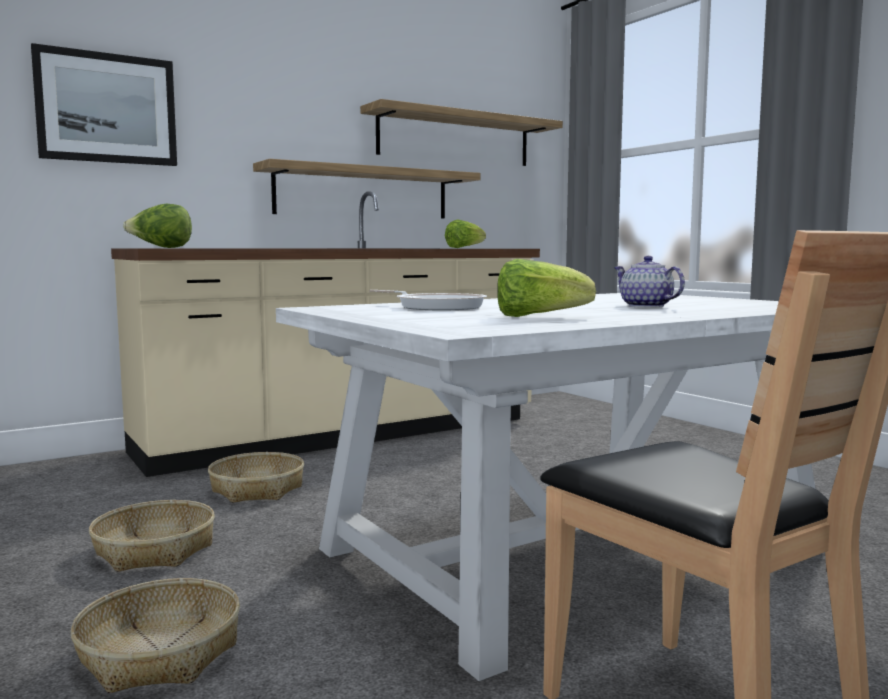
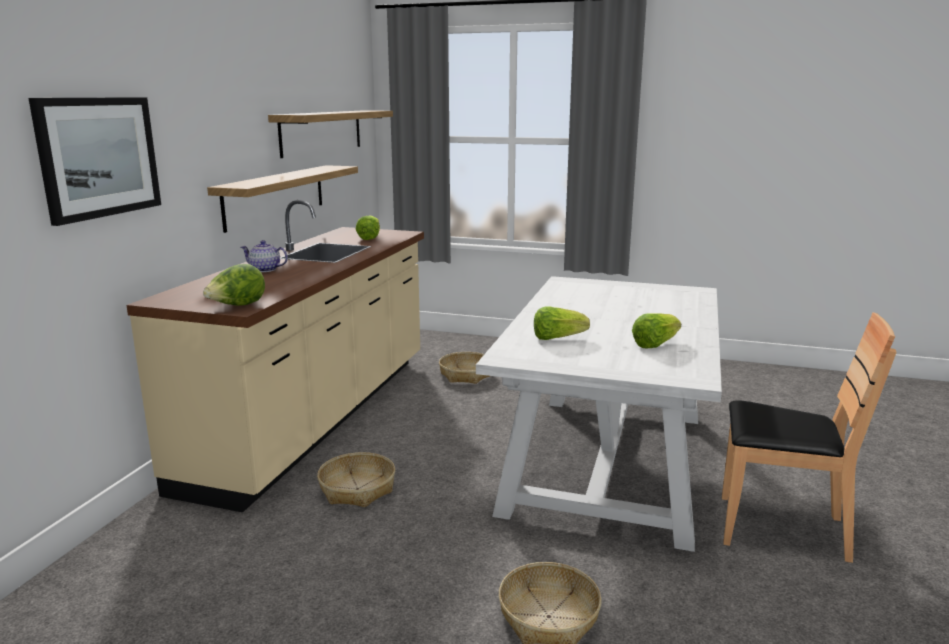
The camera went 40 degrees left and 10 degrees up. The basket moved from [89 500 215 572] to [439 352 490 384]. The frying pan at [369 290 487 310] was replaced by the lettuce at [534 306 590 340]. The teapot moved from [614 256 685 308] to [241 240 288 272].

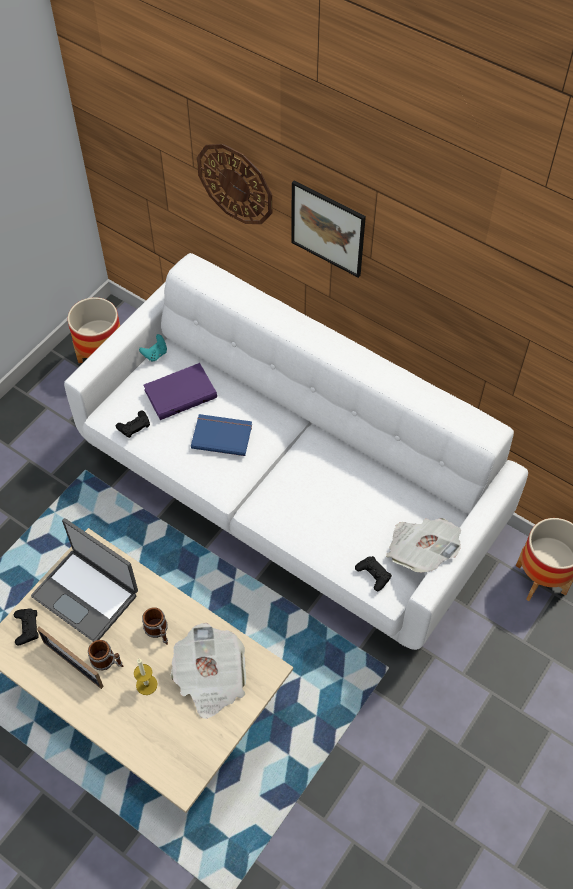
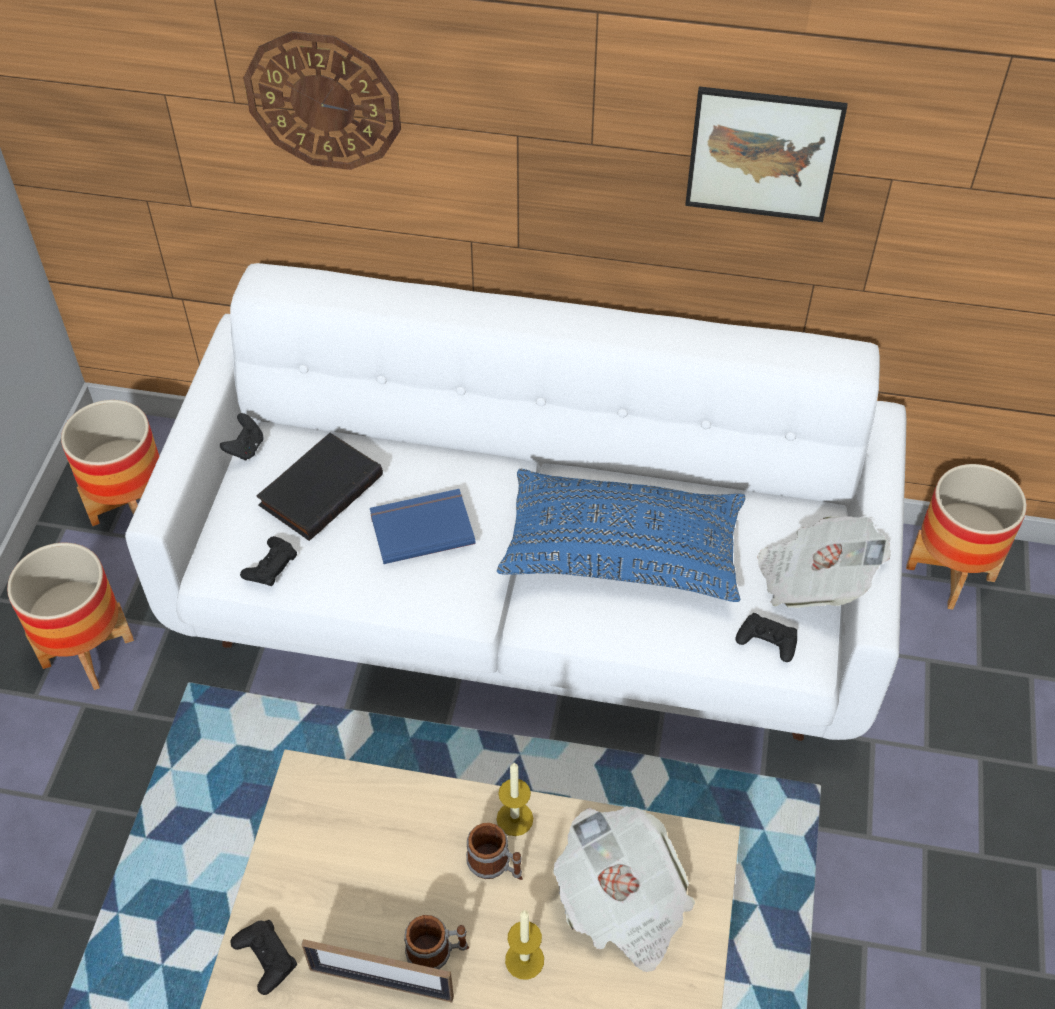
The camera went 25 degrees left and 5 degrees down. The laptop at [31 518 138 642] disappeared. The game controller in turquoise at [139 334 167 361] became the game controller in black at [220 413 264 461]. The book in purple at [143 363 217 420] became the book in black at [256 433 383 541]. The picture moved from [291 180 366 278] to [685 86 848 222]. The planter at [7 543 134 690] appeared. The pillow in blue at [497 469 746 602] appeared. The candle at [497 763 533 836] appeared.

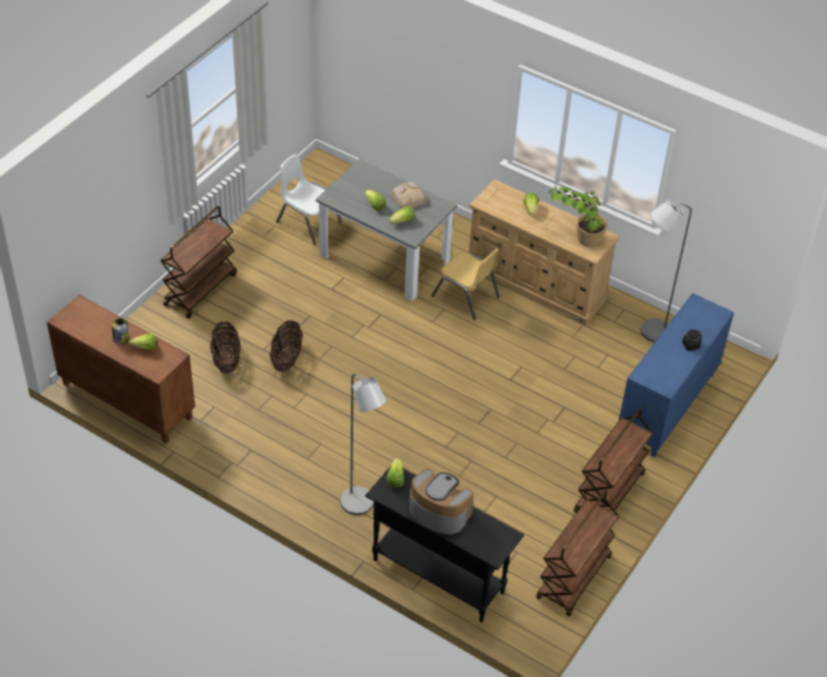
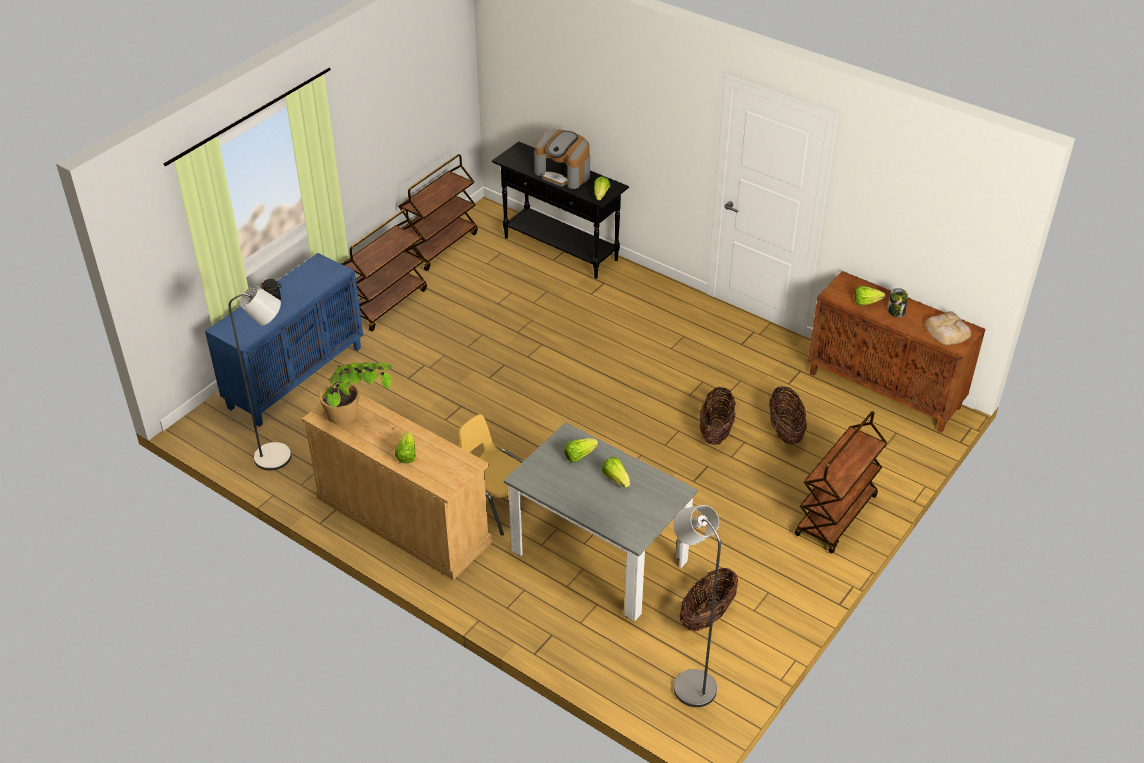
The camera went 175 degrees left and 5 degrees down. The chair in white at [276 154 342 245] was replaced by the basket at [679 568 738 631]. The floor lamp in grey moved from [340 374 386 515] to [673 505 721 707]. The bread moved from [391 182 427 209] to [925 311 971 345].

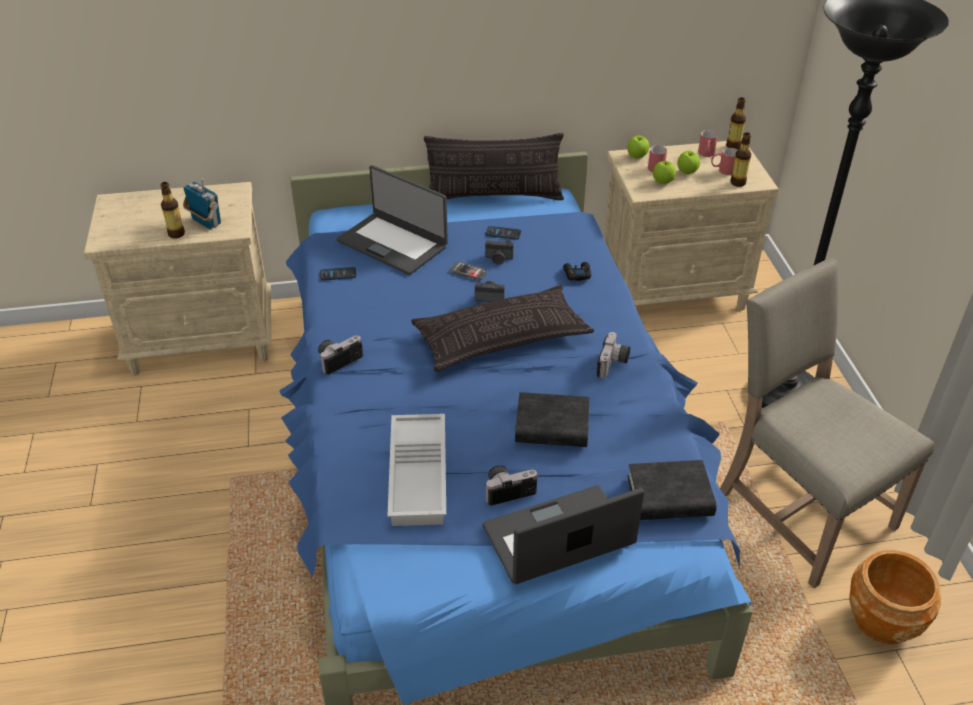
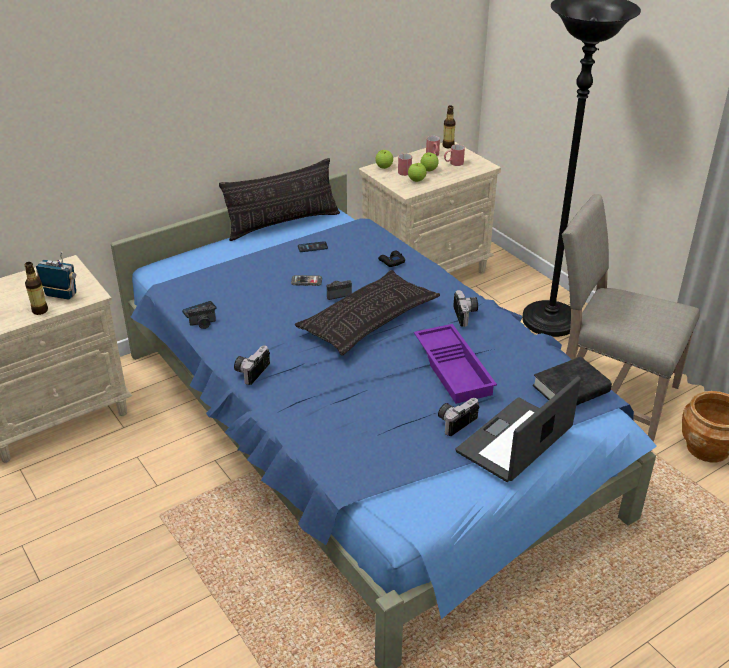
The camera went 25 degrees left and 5 degrees down. The laptop at [337 165 448 275] disappeared. The tray in white at [387 414 446 526] disappeared. The photo camera moved from [485 240 514 264] to [188 305 216 329]. The book in black at [515 392 589 447] was replaced by the tray in purple at [414 324 497 404]. The bottle at [731 132 751 187] disappeared.

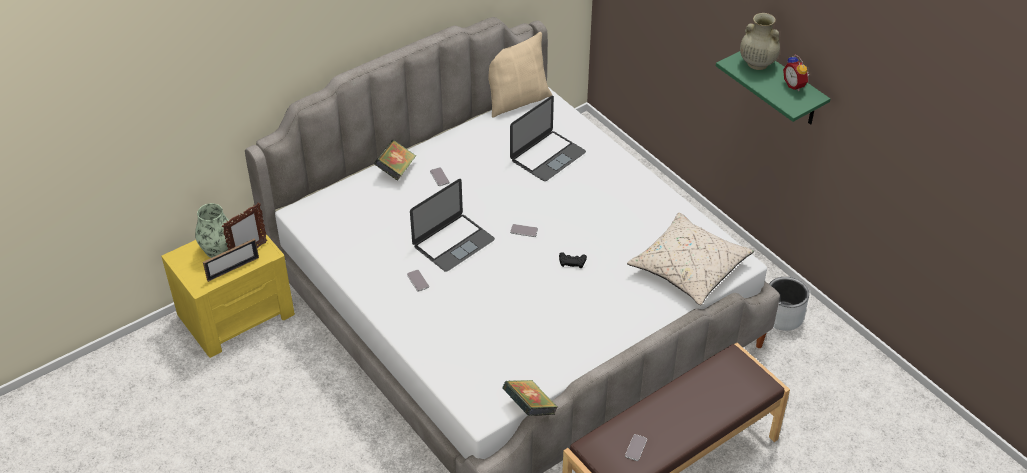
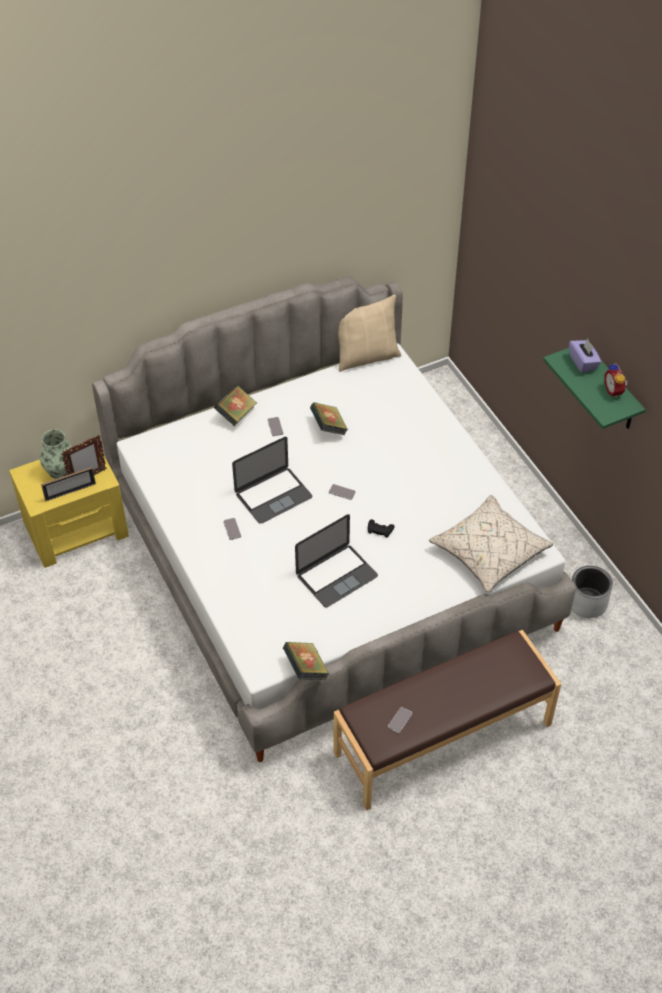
The camera went 10 degrees right and 5 degrees up. The laptop moved from [510 96 586 181] to [295 514 378 607]. The vase in beige at [740 13 780 70] was replaced by the tissue box in purple at [569 339 601 373]. The book at [310 402 348 435] appeared.

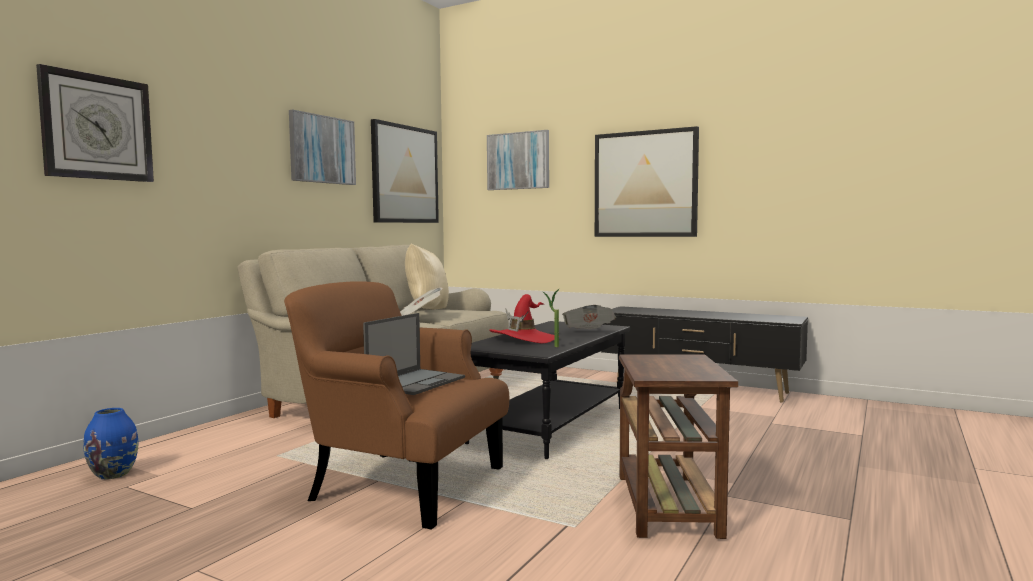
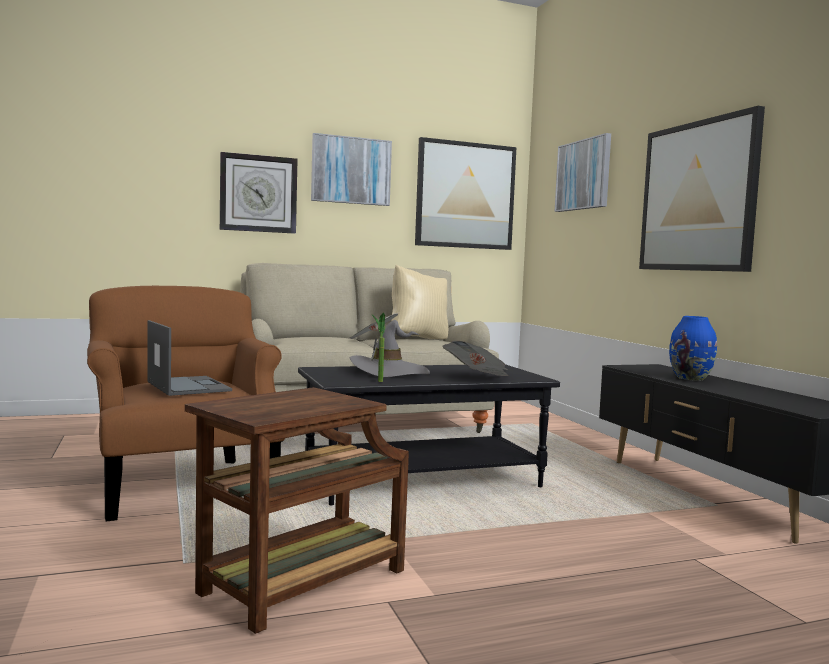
The camera went 40 degrees right and 0 degrees up. The wall clock moved from [36 64 154 182] to [220 152 297 234]. The vase in blue moved from [83 408 138 479] to [669 316 717 381]. The laptop at [363 313 465 395] turned 105 degrees counterclockwise. The hat in red at [490 294 555 343] became the hat in grey at [350 320 430 377].

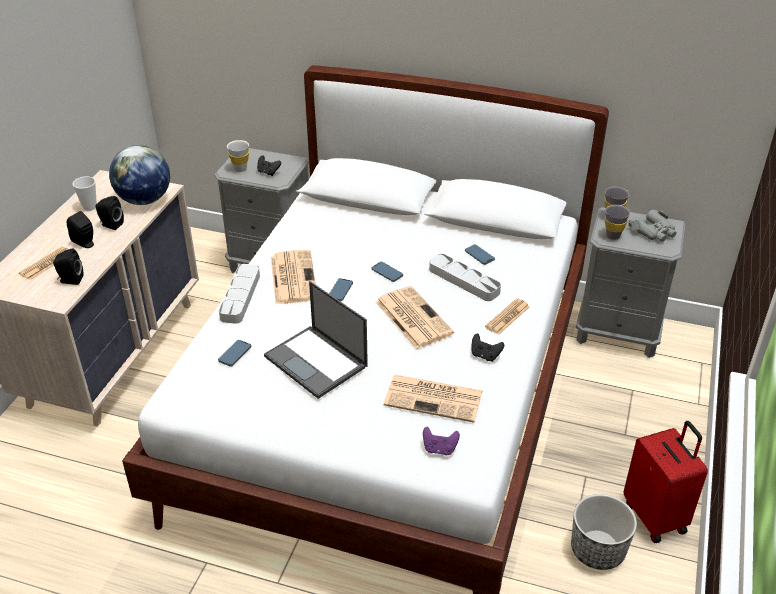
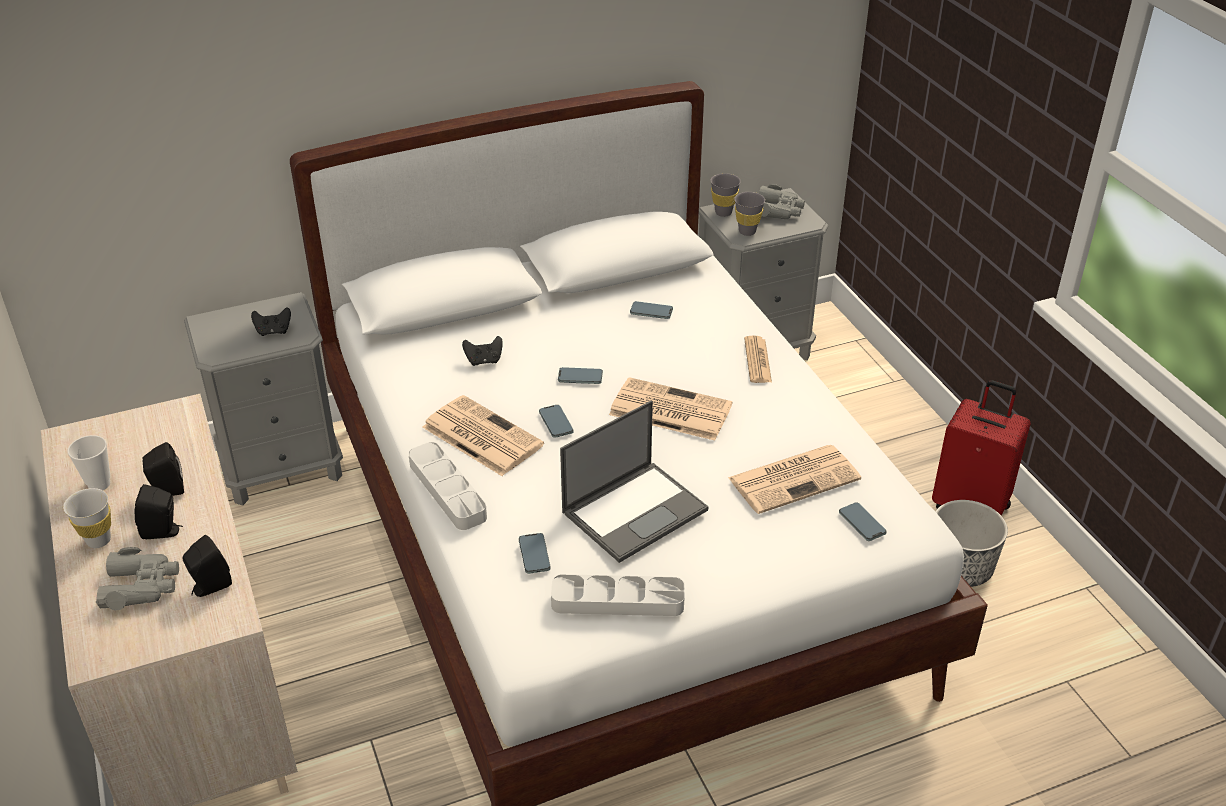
The camera went 40 degrees left and 0 degrees up. The newspaper at [19 247 68 280] was replaced by the binoculars in grey at [96 547 179 611]. The globe at [109 145 170 205] disappeared. The cup in white moved from [227 140 249 172] to [63 488 111 548]. The laptop at [264 281 368 399] turned 45 degrees counterclockwise. The game controller in purple at [423 427 460 455] was replaced by the phone at [839 502 887 541]. The tray in grey moved from [429 254 501 301] to [551 574 685 616]. The game controller in black moved from [471 333 504 362] to [462 336 503 366].

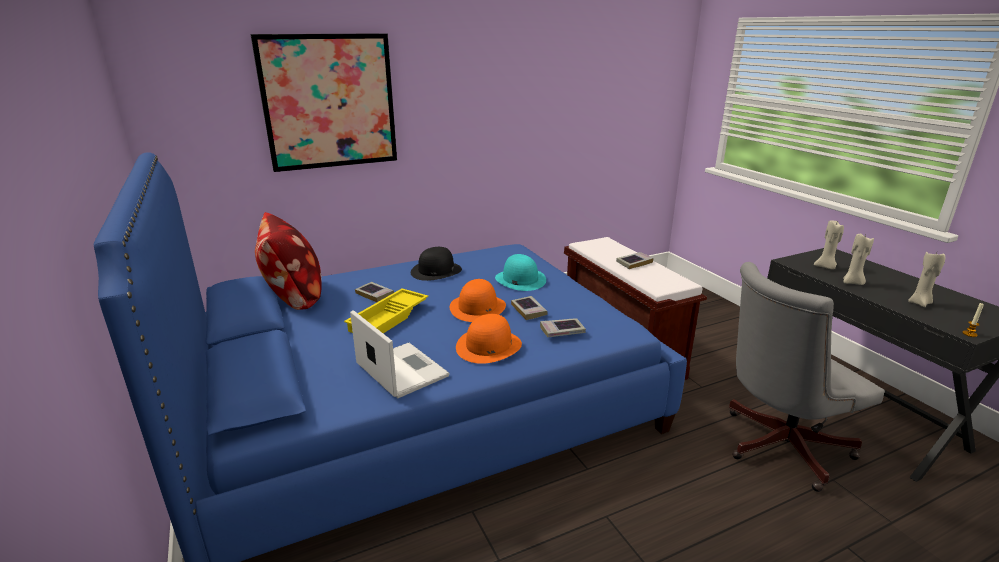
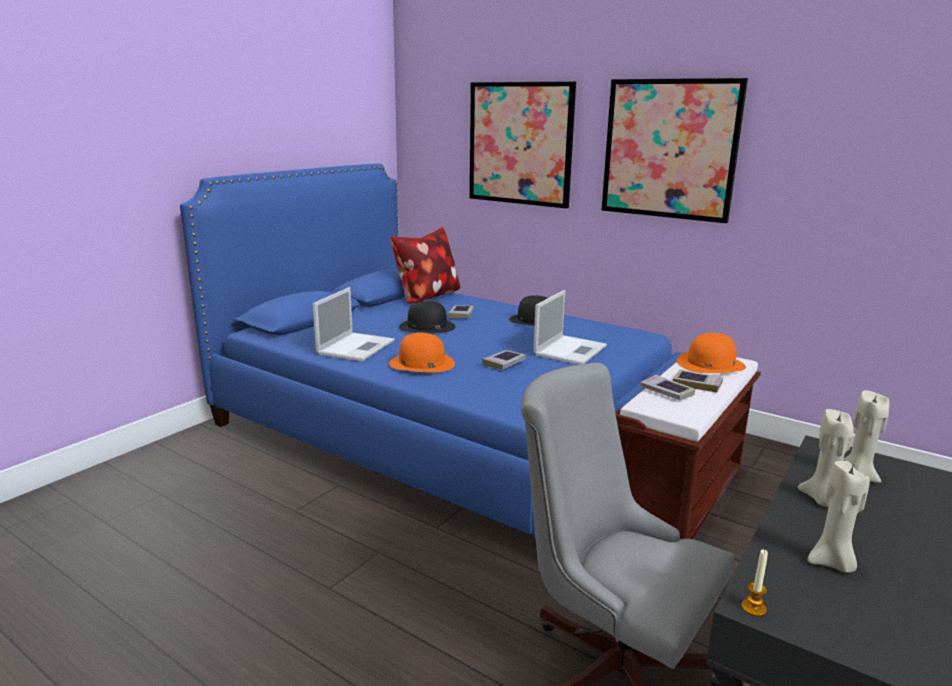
The camera went 60 degrees right and 5 degrees down. The tray in yellow at [344 288 428 333] was replaced by the hat in black at [399 301 456 333]. The hat in orange moved from [450 279 506 322] to [677 333 746 373]. The hat in turquoise at [495 254 546 291] was replaced by the laptop at [533 290 607 365]. The book moved from [540 318 586 337] to [640 375 695 400]. The picture at [602 78 748 223] appeared.

